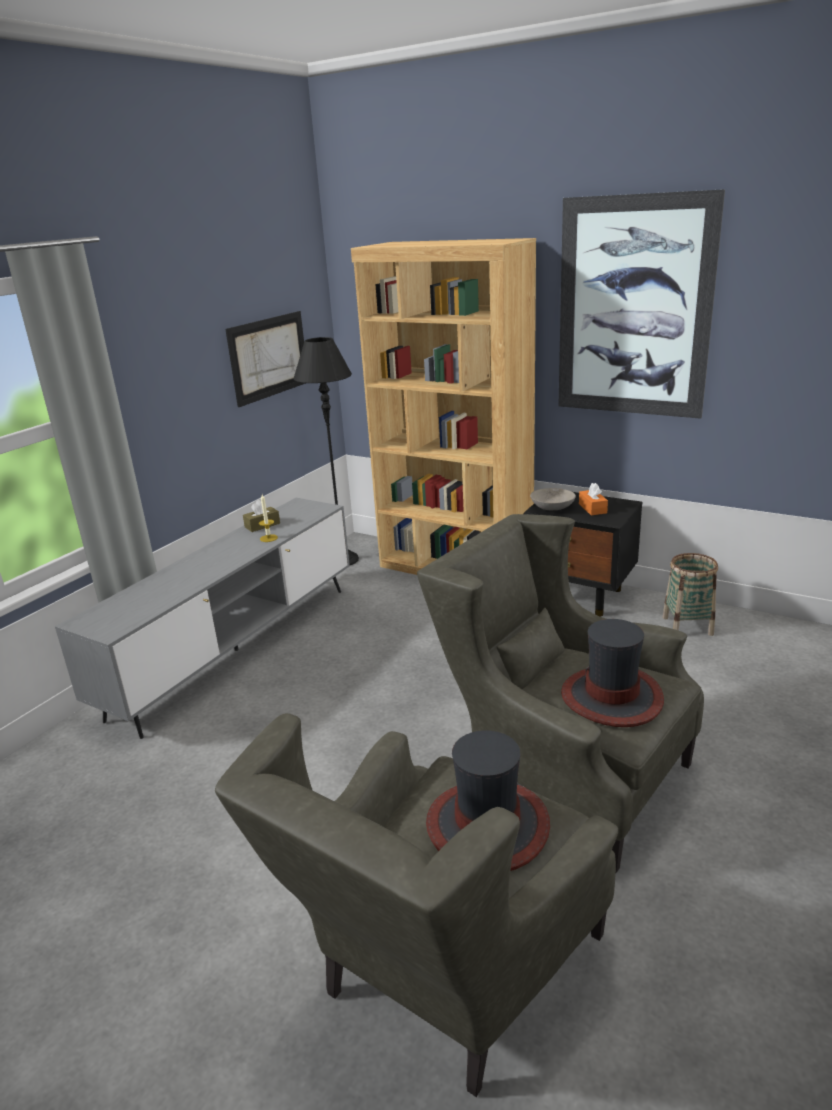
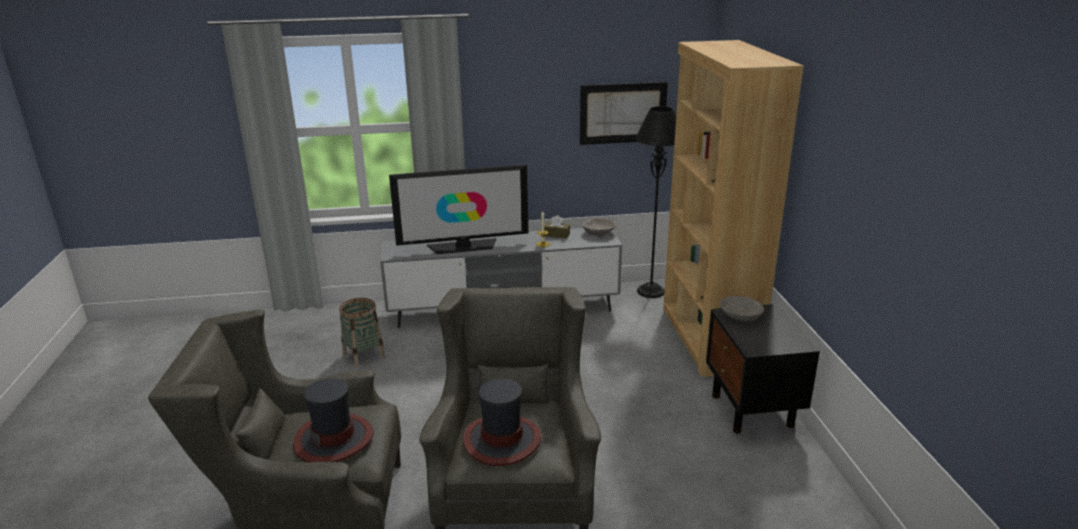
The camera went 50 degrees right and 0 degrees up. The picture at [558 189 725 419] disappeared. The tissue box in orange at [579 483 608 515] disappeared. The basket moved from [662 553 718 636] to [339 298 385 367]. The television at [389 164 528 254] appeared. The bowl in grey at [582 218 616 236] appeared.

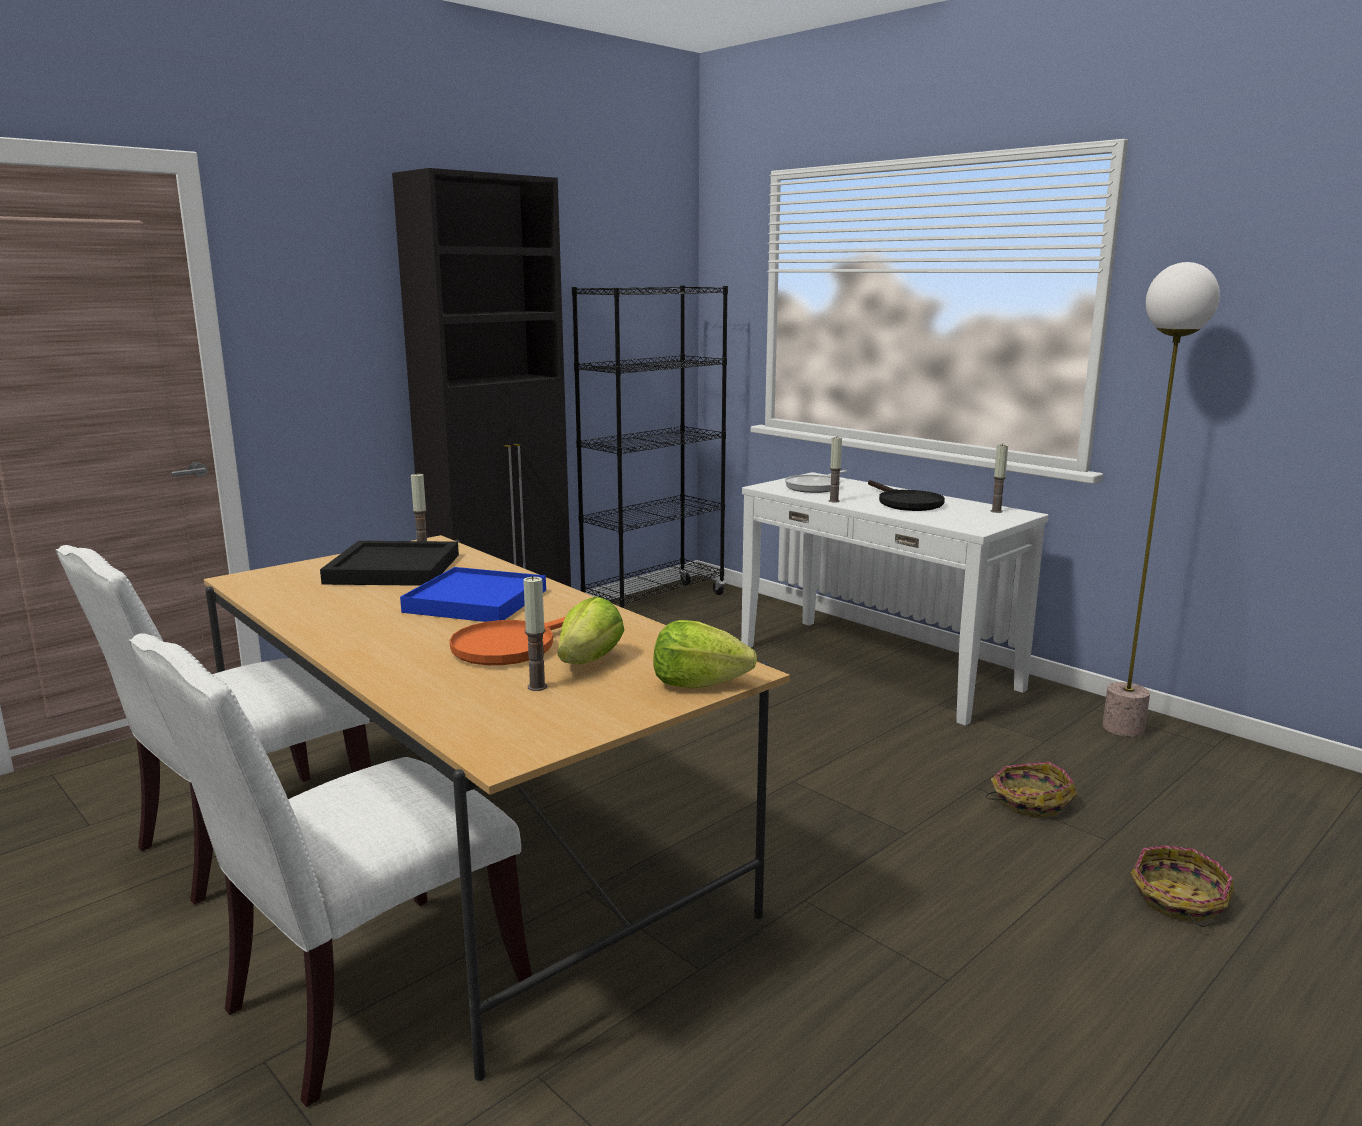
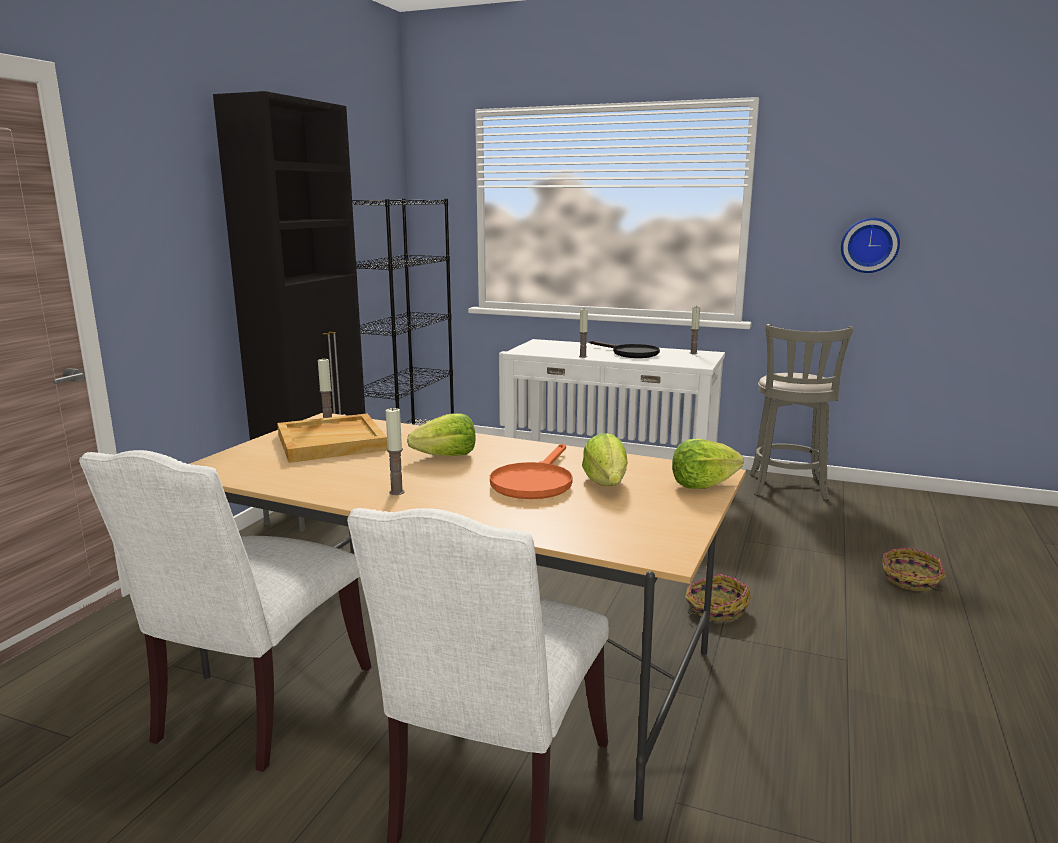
The camera went 25 degrees left and 0 degrees up. The tray in black at [320 541 459 586] became the tray in beige at [277 414 388 463]. The tray in blue at [400 567 546 622] was replaced by the lettuce at [407 413 475 456]. The candle moved from [523 575 547 691] to [386 407 405 495]. The frying pan at [785 470 847 493] disappeared. The basket moved from [986 762 1077 818] to [685 574 751 621]. The floor lamp at [1103 262 1220 737] was replaced by the stool in grey at [749 324 853 500]. The wall clock at [841 218 900 273] appeared.

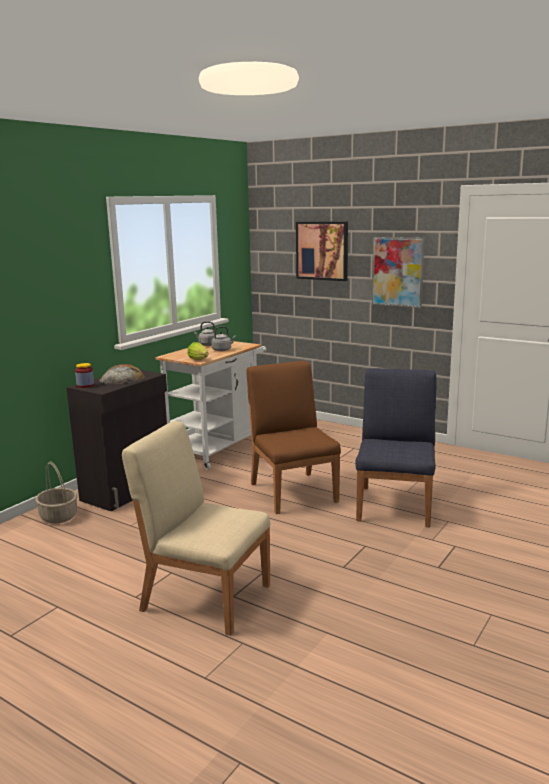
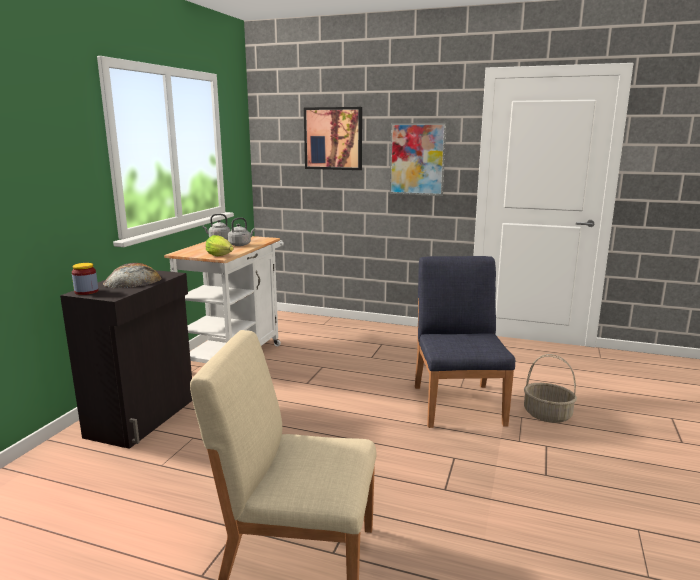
The camera went 15 degrees left and 0 degrees up. The basket moved from [35 462 77 523] to [524 354 577 423]. The chair in brown at [246 361 341 514] disappeared.

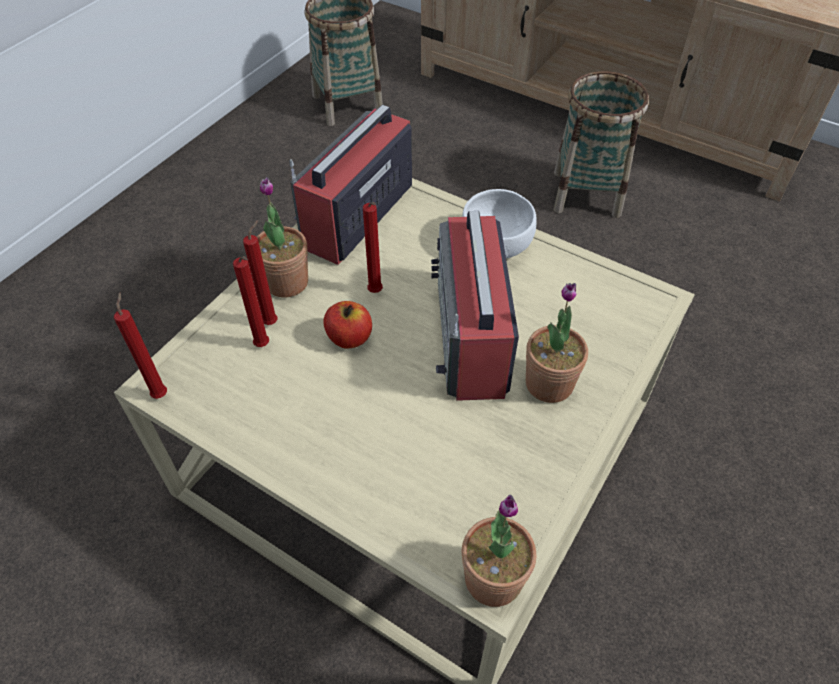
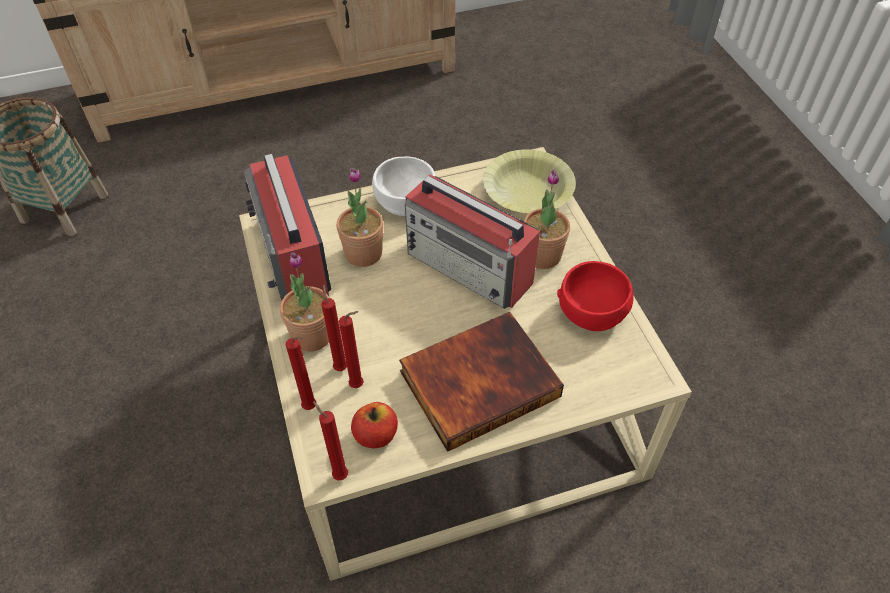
The camera went 50 degrees left and 0 degrees up. The apple moved from [324 301 372 348] to [351 402 398 448]. The candle in red moved from [363 202 383 293] to [286 336 316 410]. The potted plant moved from [462 495 536 607] to [337 168 383 267]. The basket at [553 71 649 218] disappeared. The book at [399 312 564 452] appeared. The bowl in yellow at [483 149 576 213] appeared. The bowl in red at [557 261 634 331] appeared.

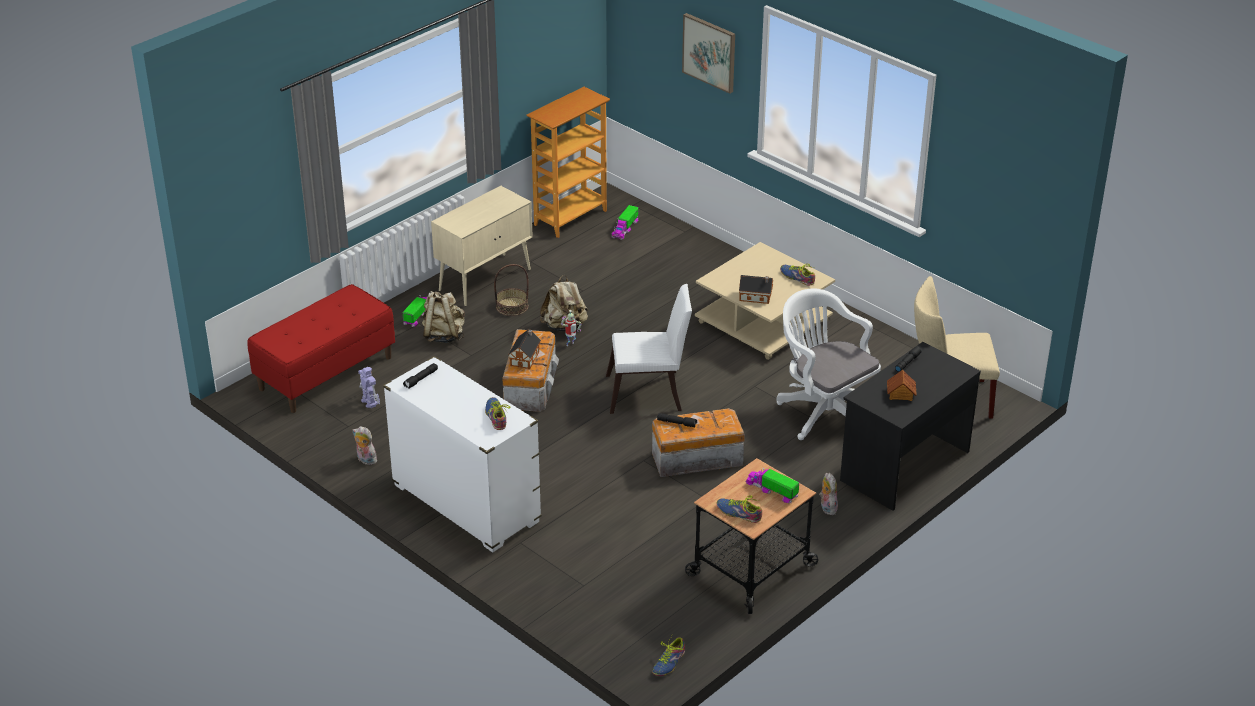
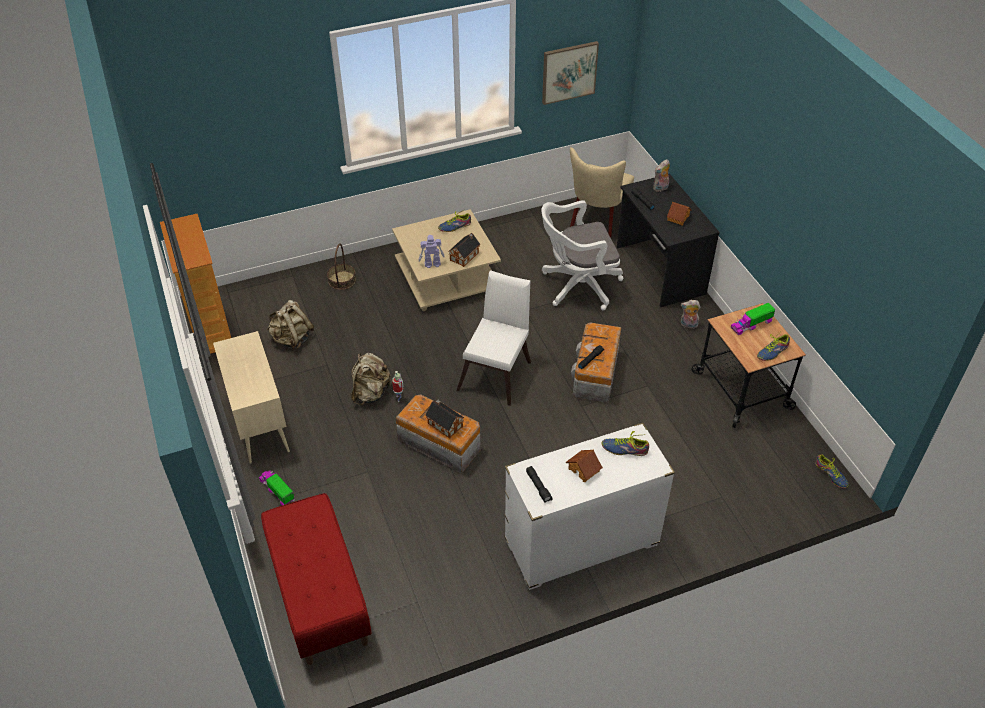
The camera went 65 degrees left and 10 degrees up. The plush toy moved from [353 426 377 465] to [653 159 670 192]. The toy robot moved from [358 367 380 408] to [419 235 444 268]. The backpack in beige moved from [422 291 465 343] to [267 300 314 351]. The basket moved from [494 264 529 316] to [327 243 356 290]. The toy truck at [611 205 638 240] disappeared. The picture moved from [682 13 735 94] to [542 41 599 105]. The toy house at [566 450 603 483] appeared.

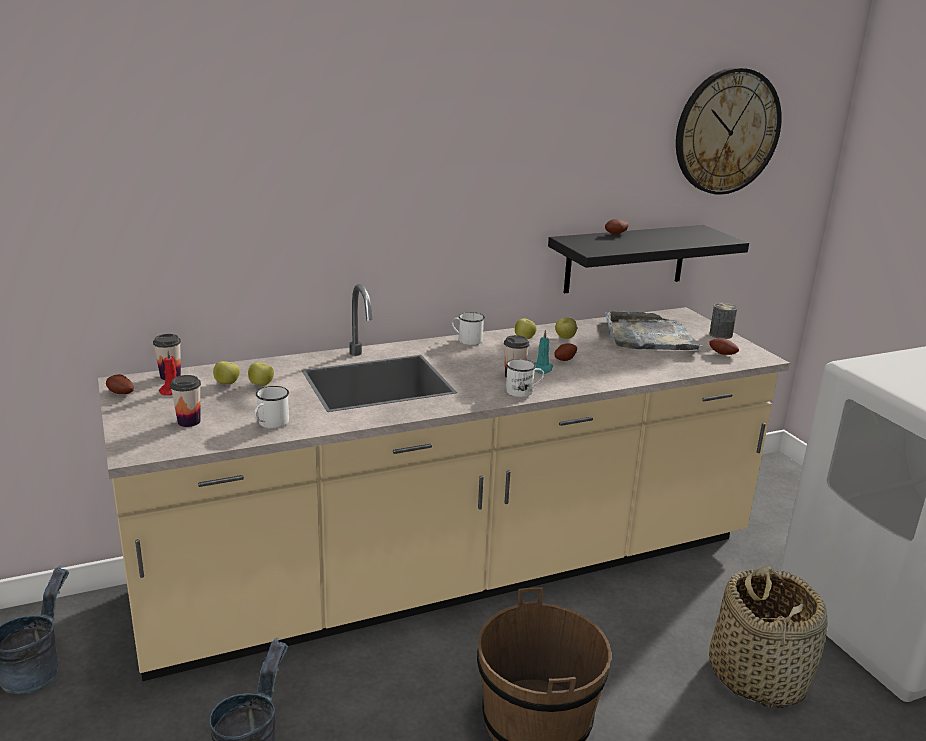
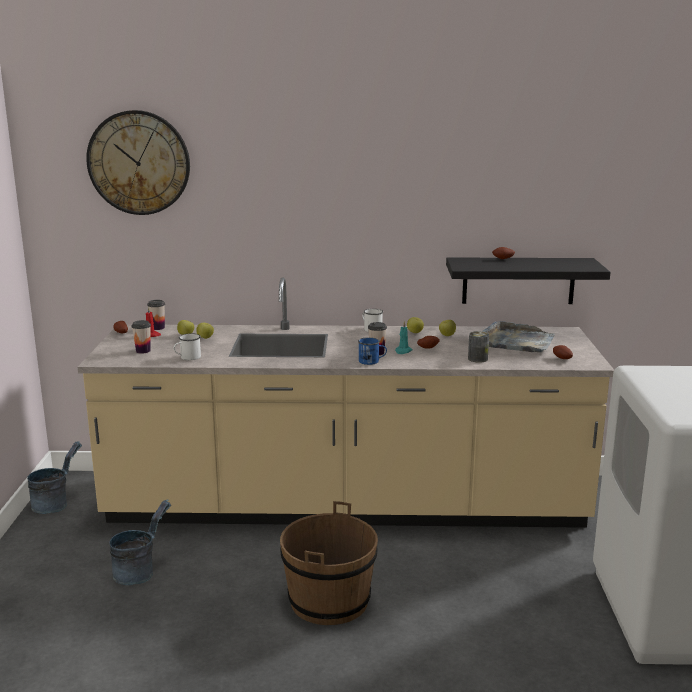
The camera went 25 degrees right and 5 degrees down. The mug in white at [506 359 544 397] became the mug in blue at [358 337 387 365]. The wall clock moved from [676 67 782 194] to [86 110 190 215]. The can moved from [709 303 737 339] to [468 331 489 363]. The basket at [709 566 828 709] disappeared.

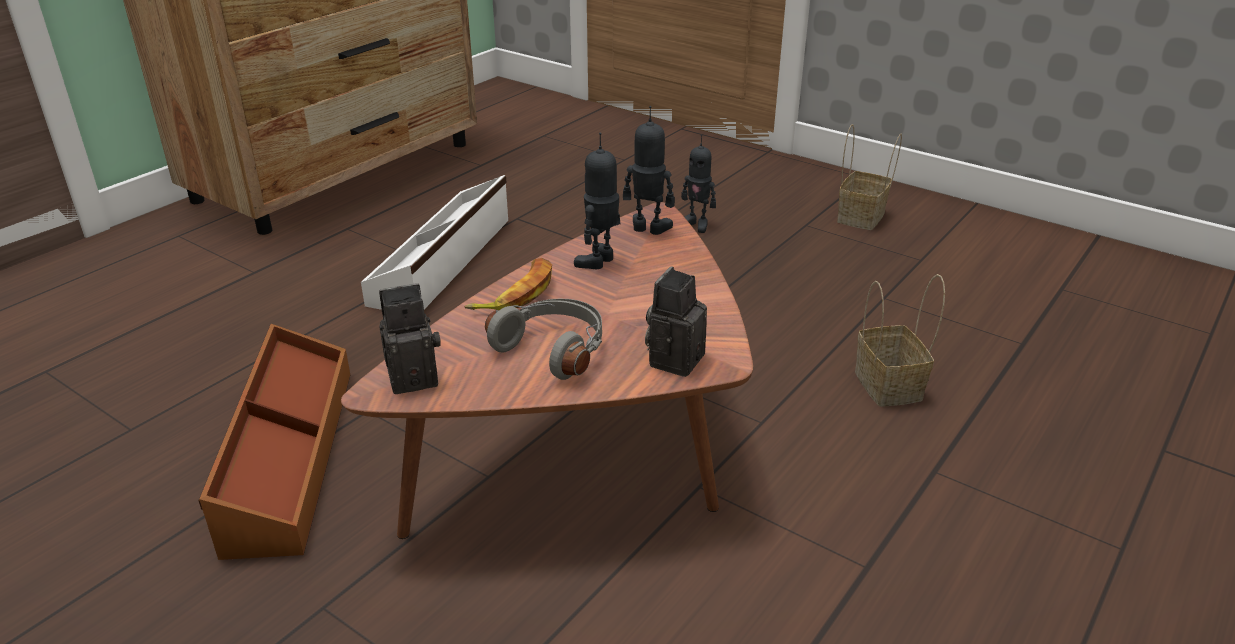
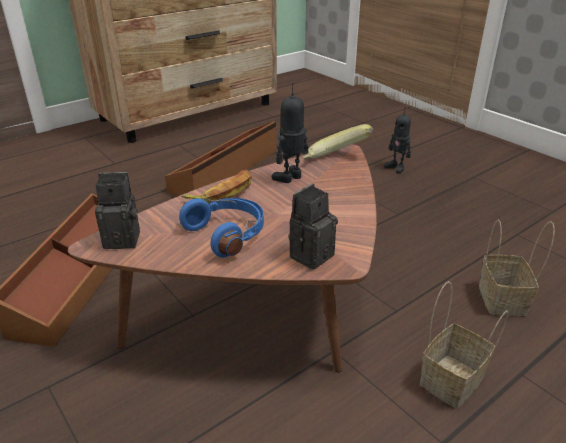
The camera went 15 degrees right and 0 degrees up. The storage box in white at [361 175 508 310] became the storage box in brown at [165 121 276 196]. The headphones in grey at [485 298 602 380] became the headphones in blue at [179 198 264 258]. The toy robot at [623 106 675 235] was replaced by the banana at [303 124 373 159]. The basket moved from [837 124 902 230] to [420 281 509 408].

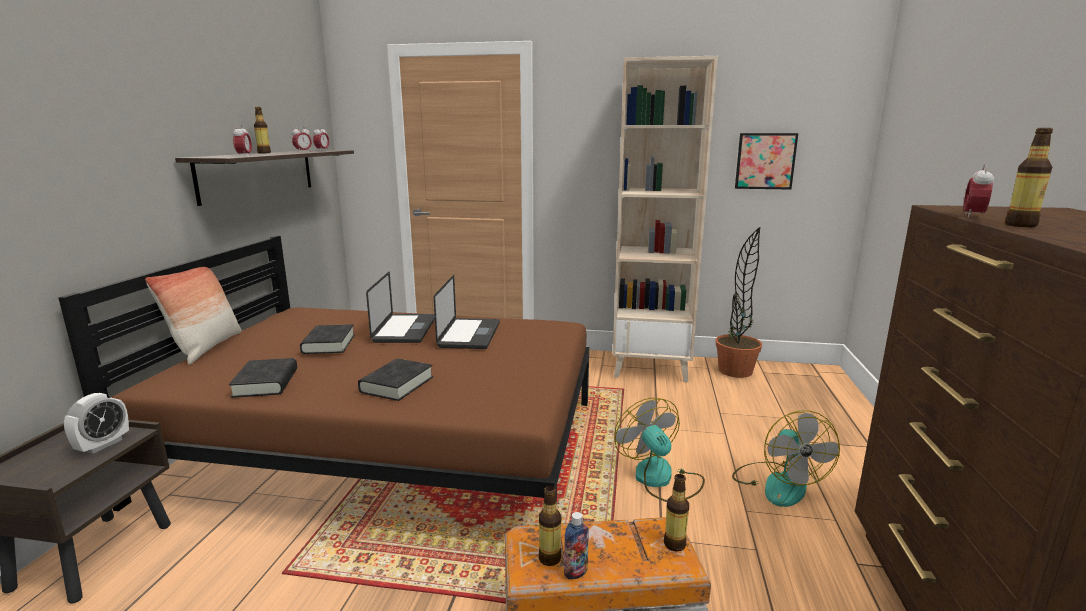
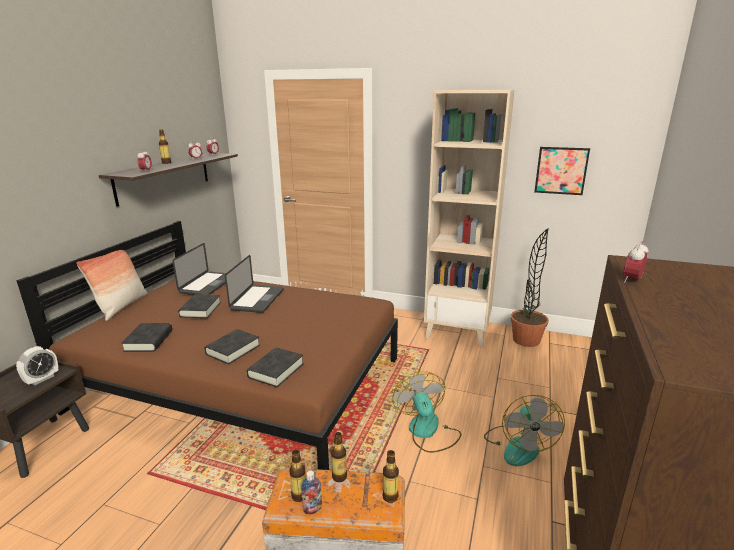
The camera went 10 degrees right and 5 degrees up. The laptop moved from [434 275 500 349] to [172 243 226 295]. The bottle moved from [1005 128 1053 227] to [331 432 347 482]. The book in black at [247 347 304 387] appeared.

